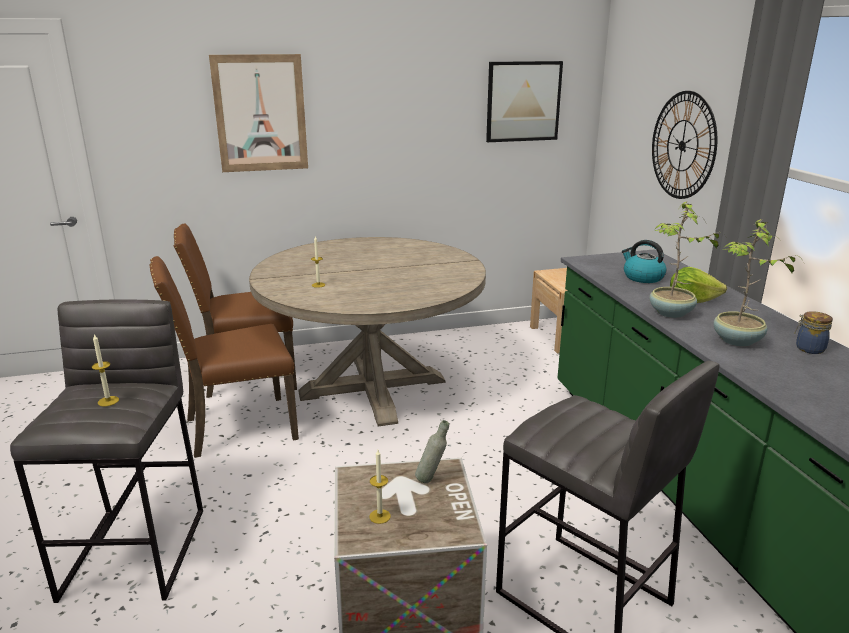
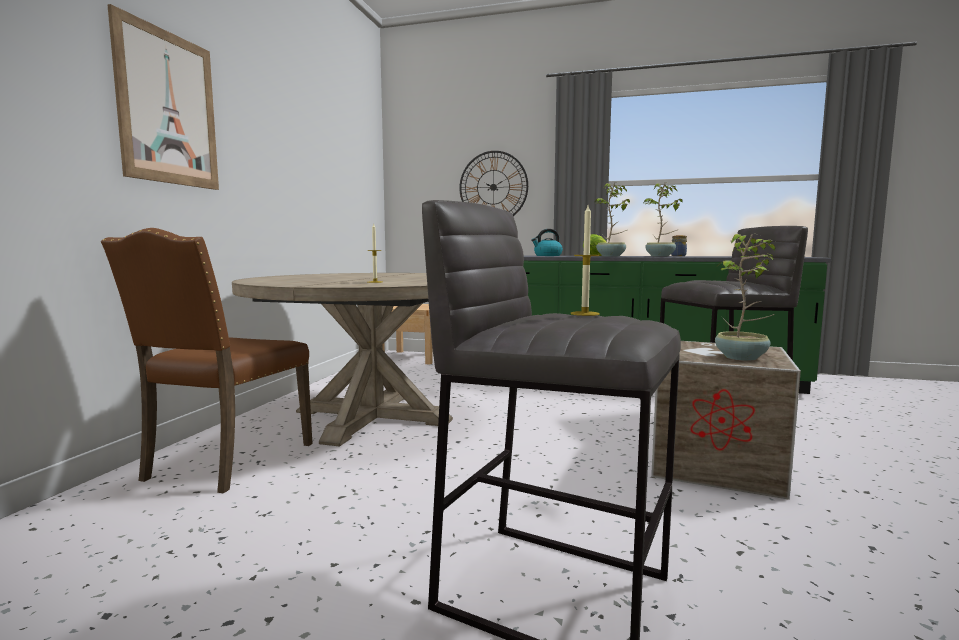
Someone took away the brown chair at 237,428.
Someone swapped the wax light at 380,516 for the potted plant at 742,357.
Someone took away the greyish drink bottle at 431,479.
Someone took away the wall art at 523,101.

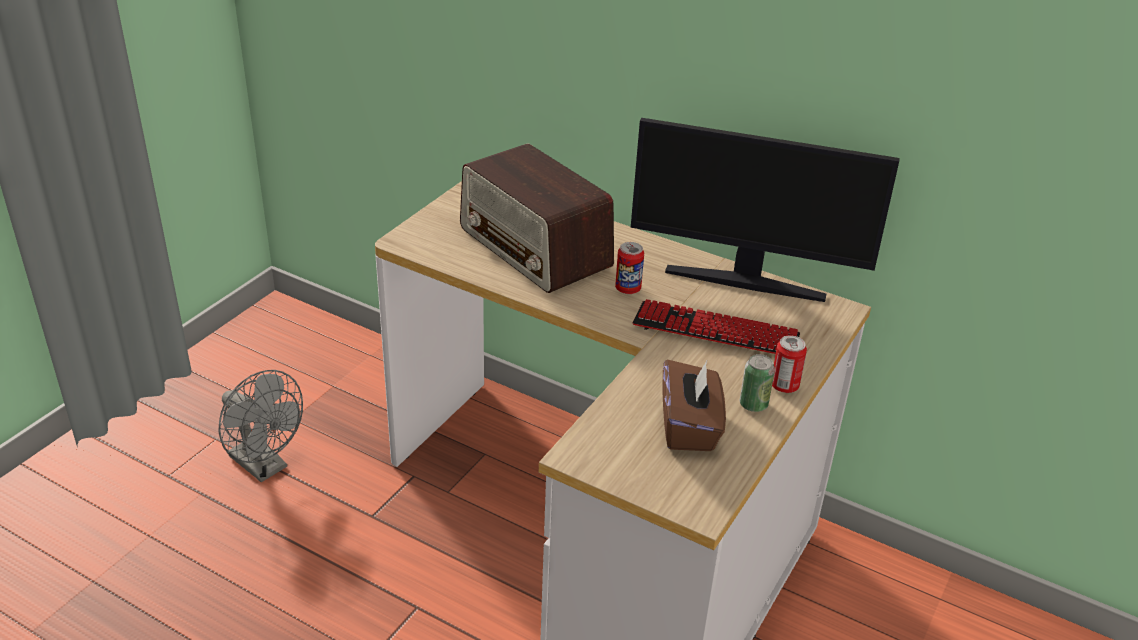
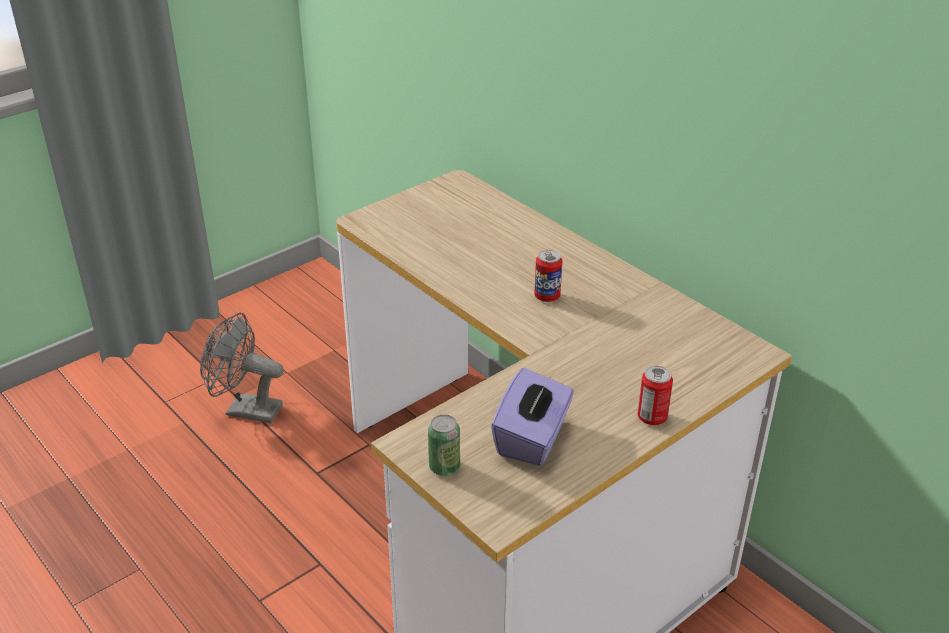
Someone rotated the greyish fan at 265,466 by 135 degrees clockwise.
Someone took away the radio set at 535,248.
Someone took away the computer display at 745,281.
Someone took away the keyboard at 715,331.
Someone repainted the brown box of tissues at 689,427, which became the purplish box of tissues at 532,439.
Someone carried the can from 753,404 to 444,467.

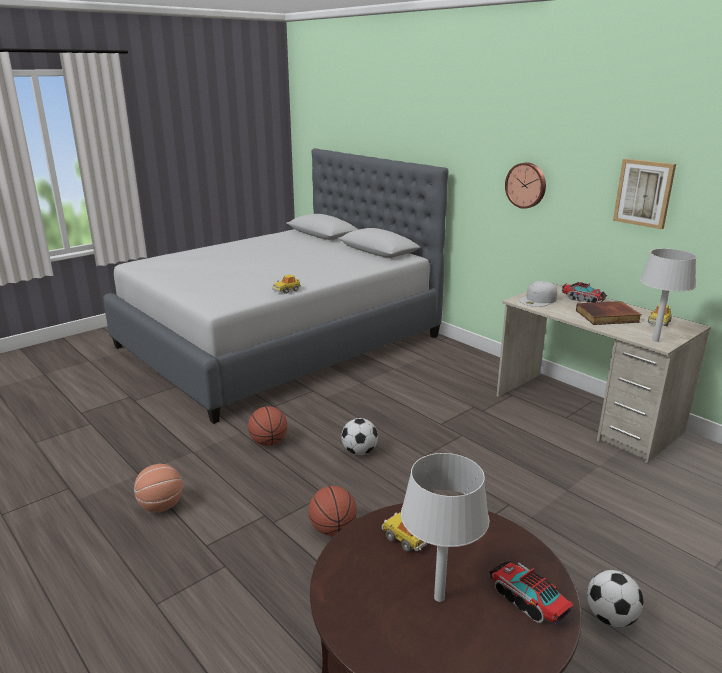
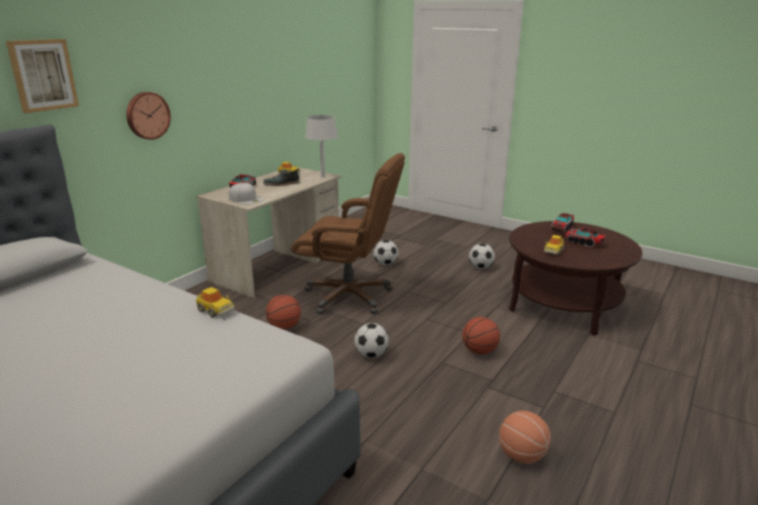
Someone carried the basketball from 268,442 to 284,327.
Someone swapped the greyish lamp for a table at 439,597 for the toy lorry at 582,242.
Someone swapped the book at 607,316 for the item of footwear at 281,183.
Someone carried the wall art from 644,193 to 43,75.
Someone put down the brown desk chair at 349,296.
Someone put down the football at 385,264.

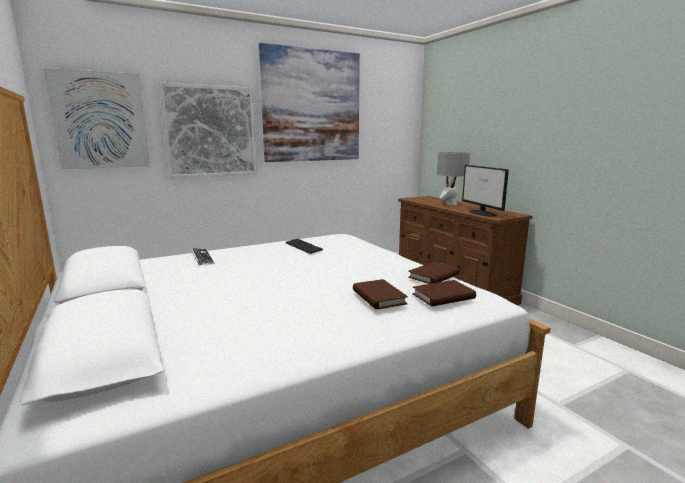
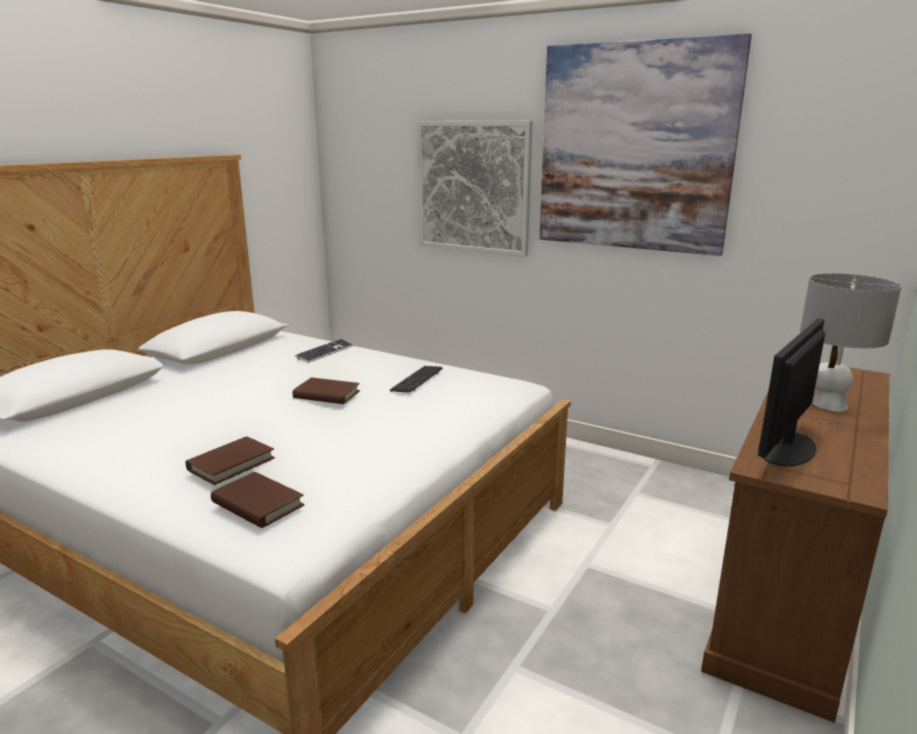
Someone took away the wall art at 100,120.
Someone carried the brown book from 433,276 to 326,395.

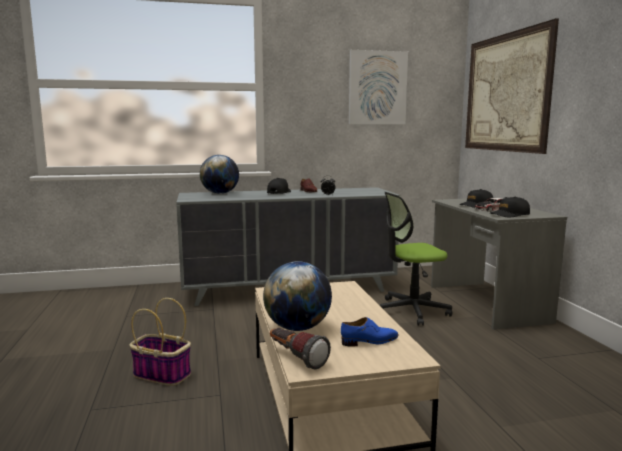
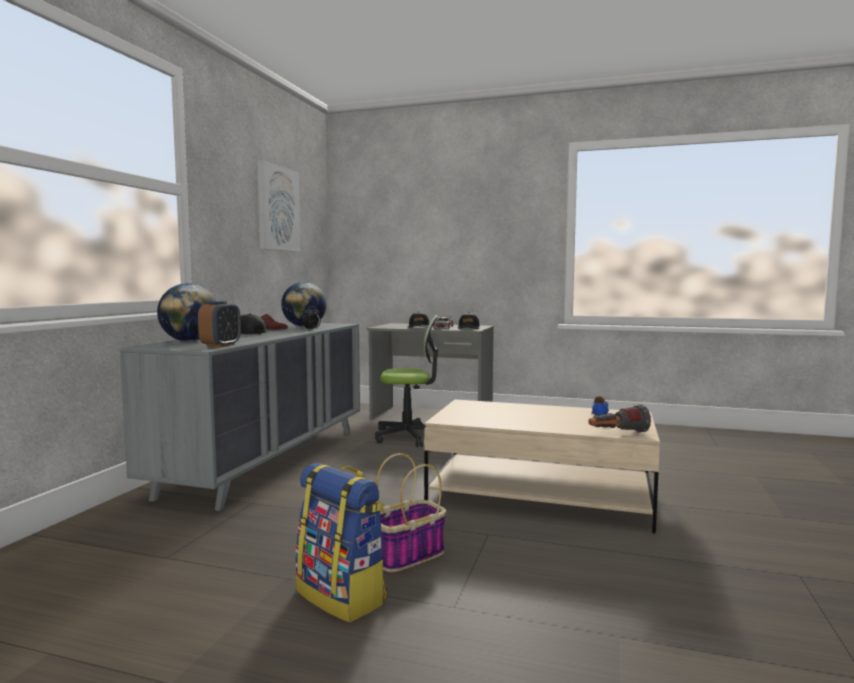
Someone carried the desk globe from 297,328 to 304,326.
Someone rotated the desk chair at 411,310 by 105 degrees counterclockwise.
Someone took away the wall art at 506,93.
Someone put down the alarm clock at 221,345.
Someone put down the knapsack at 342,596.

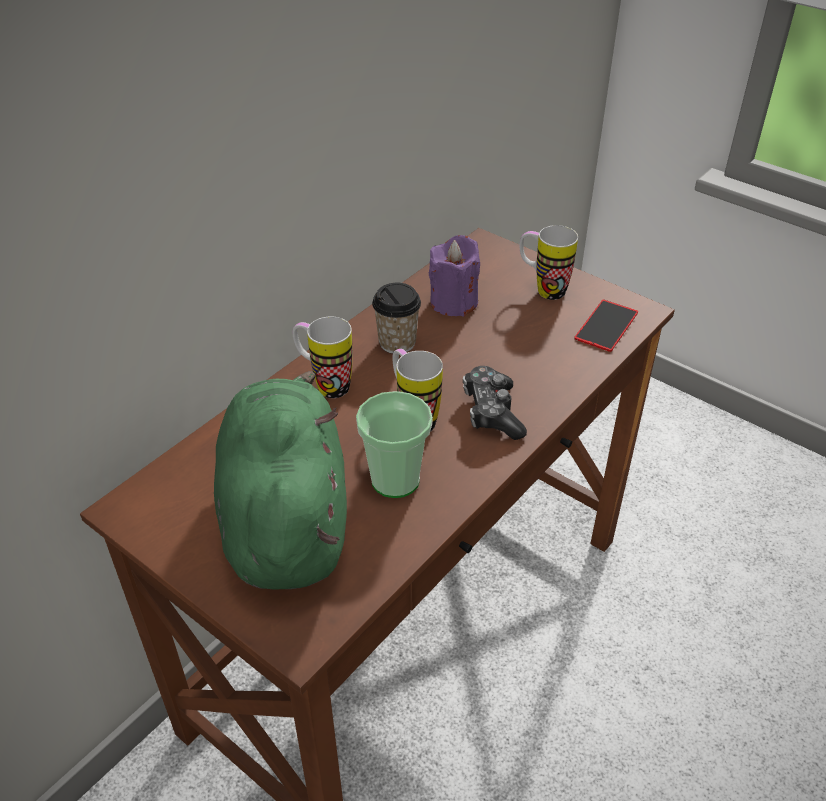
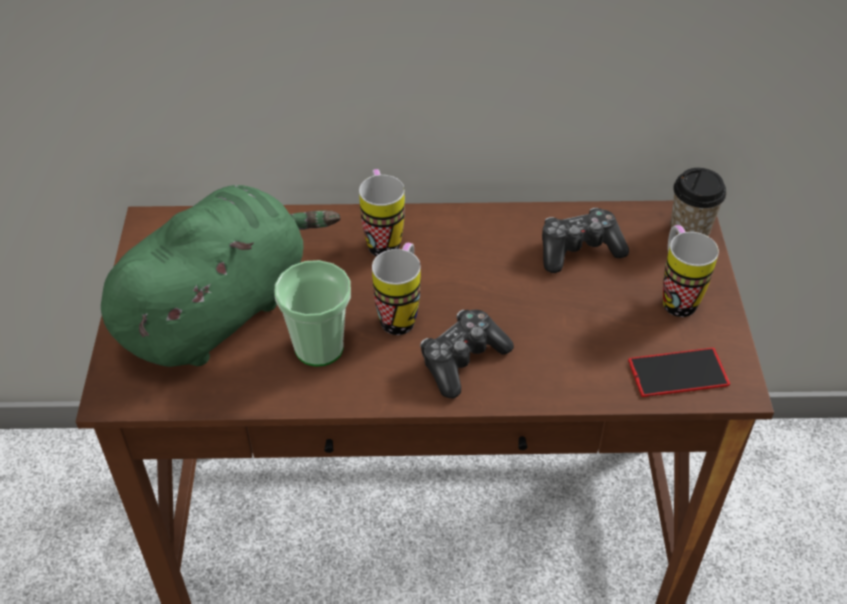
Someone carried the small cup from 397,343 to 689,230.
Someone swapped the purplish wax light at 454,302 for the joypad at 579,249.

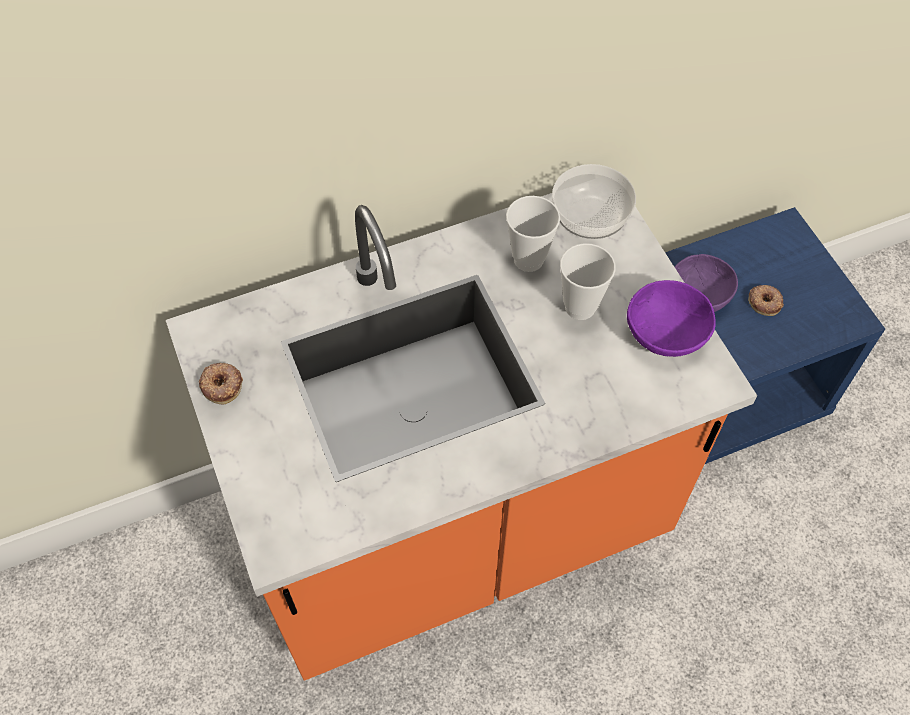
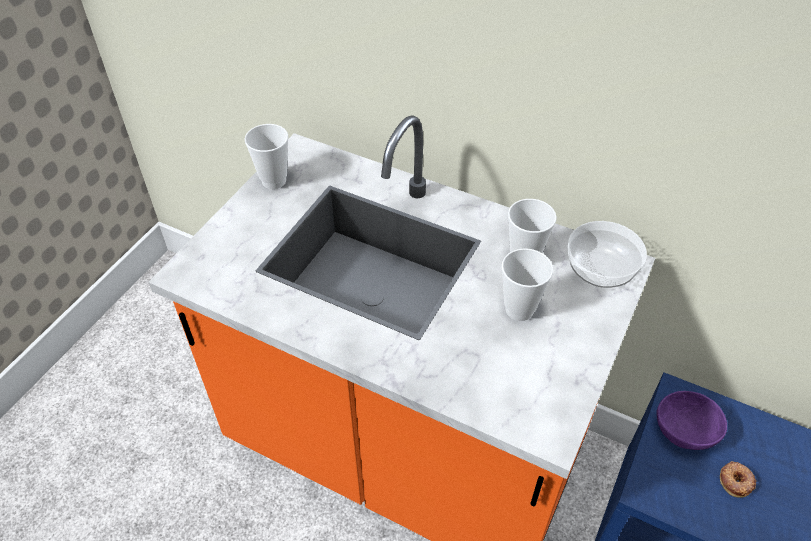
Someone swapped the doughnut at 222,385 for the small cup at 274,181.
Someone took away the purplish serving bowl at 665,335.

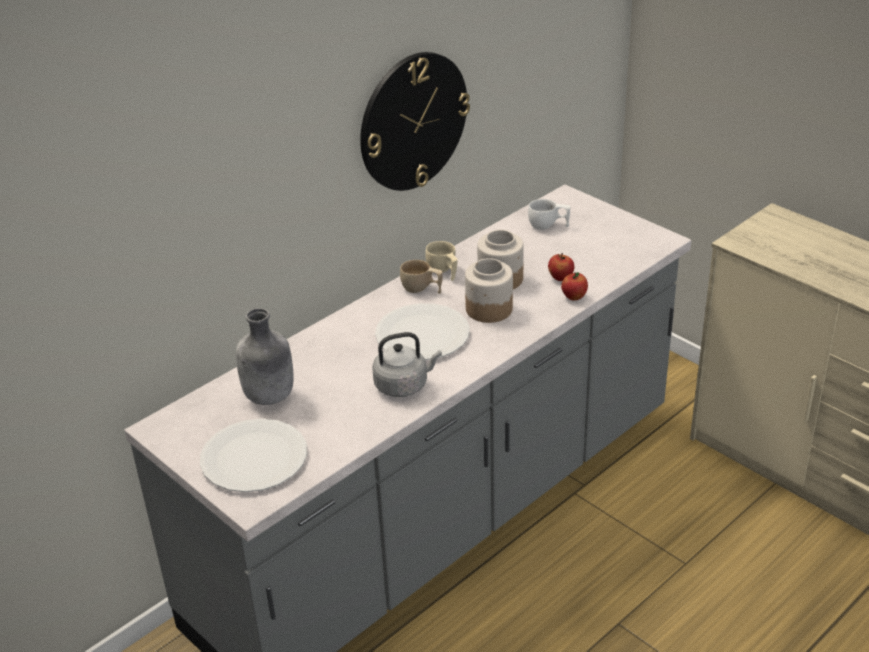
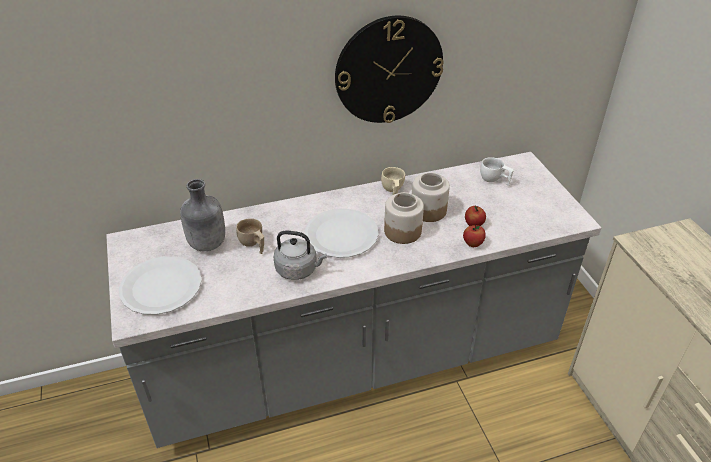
Someone carried the beige-coloured small cup from 422,289 to 253,245.

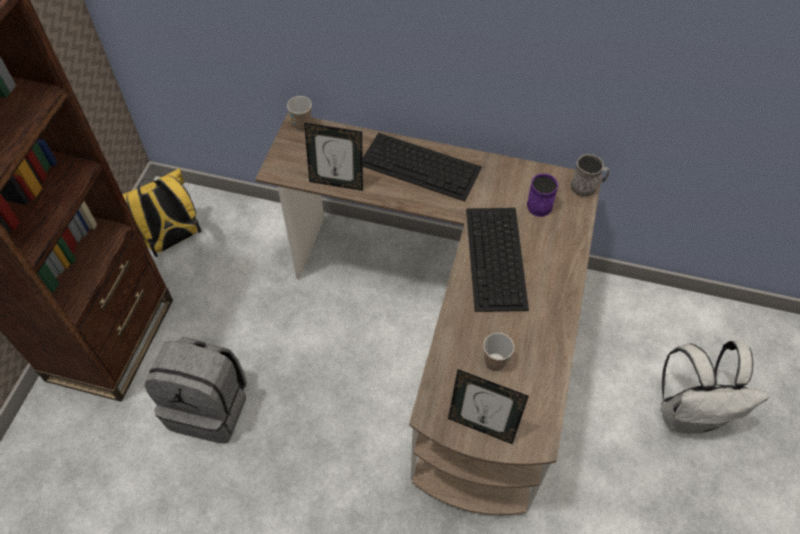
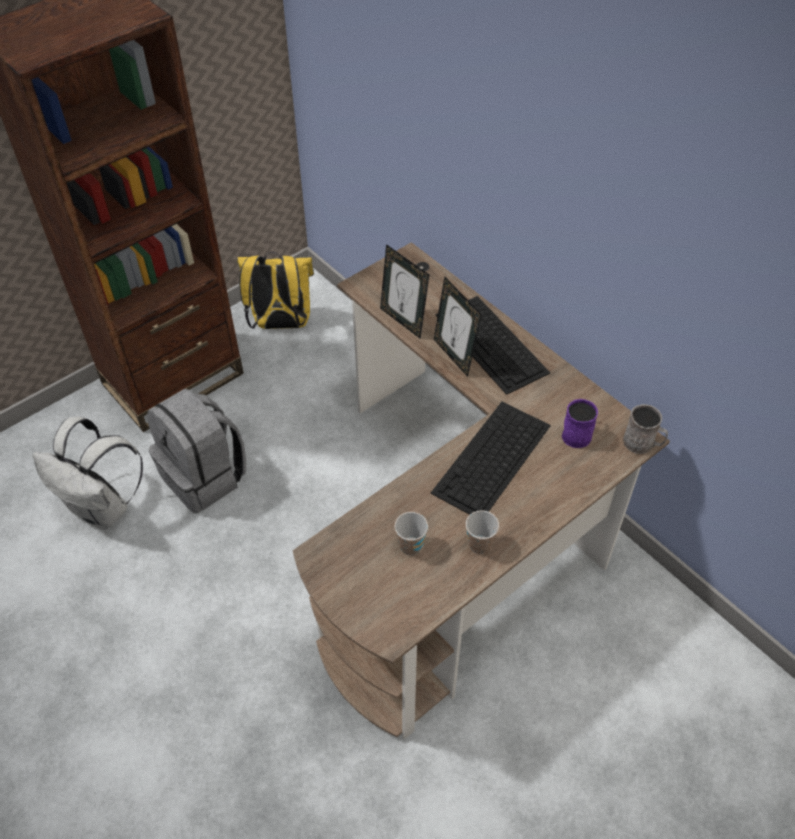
Someone carried the small cup from 302,125 to 479,544.
Someone carried the standing frame from 481,426 to 454,355.
Someone carried the whitish knapsack from 690,414 to 103,508.

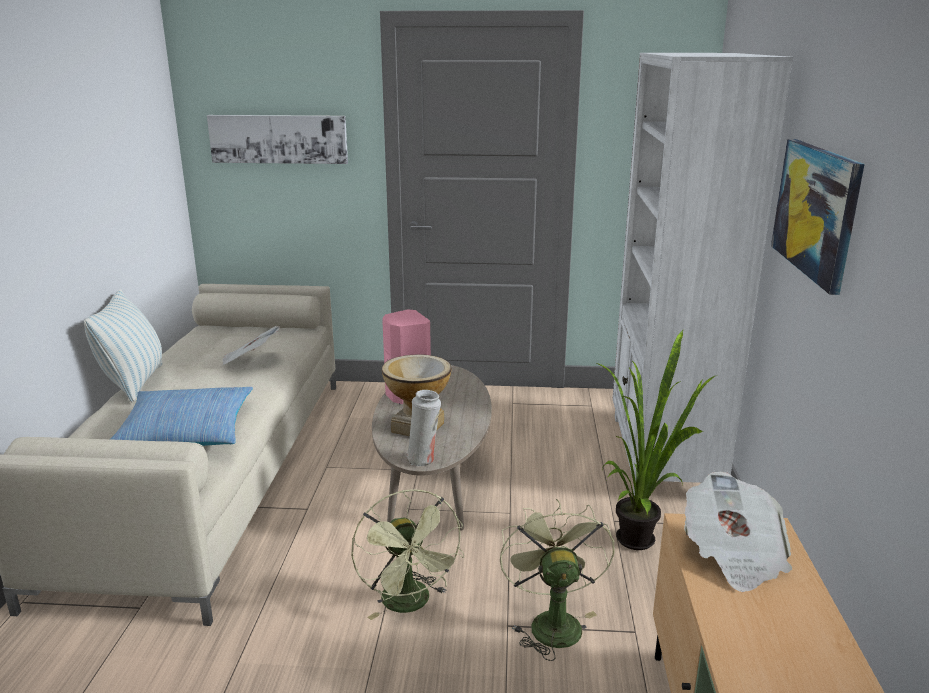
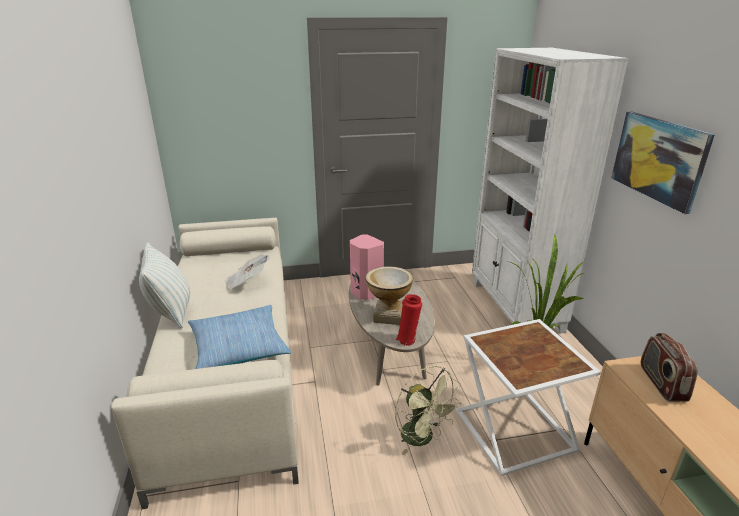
Someone took away the wall art at 278,139.
Someone repainted the whitish decorative vase at 423,459, which became the red-coloured decorative vase at 408,340.
Someone swapped the greenish fan at 551,621 for the whitish end table at 514,432.
Someone swapped the newspaper at 733,555 for the radio set at 661,383.

